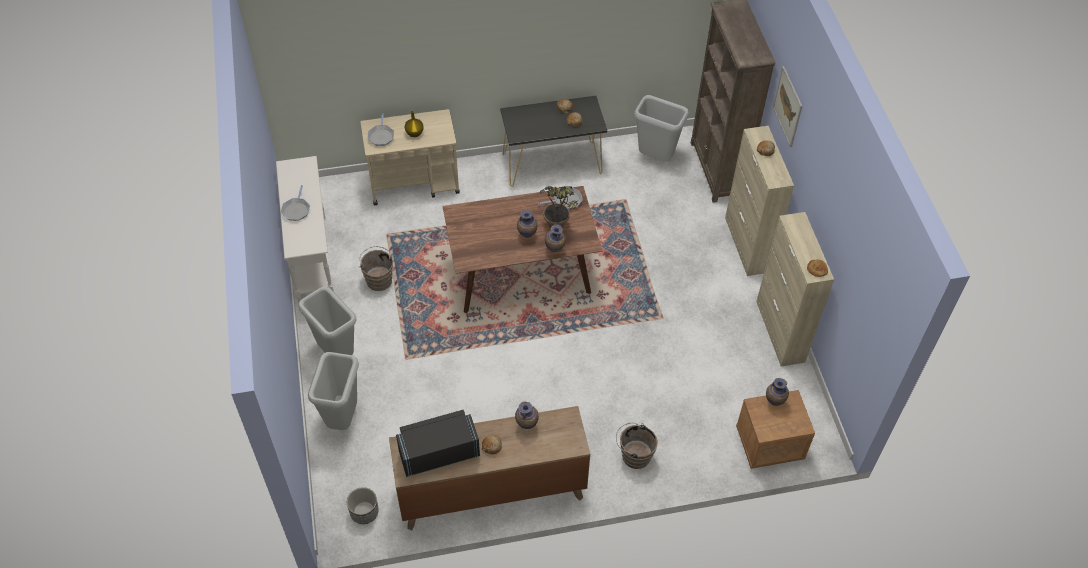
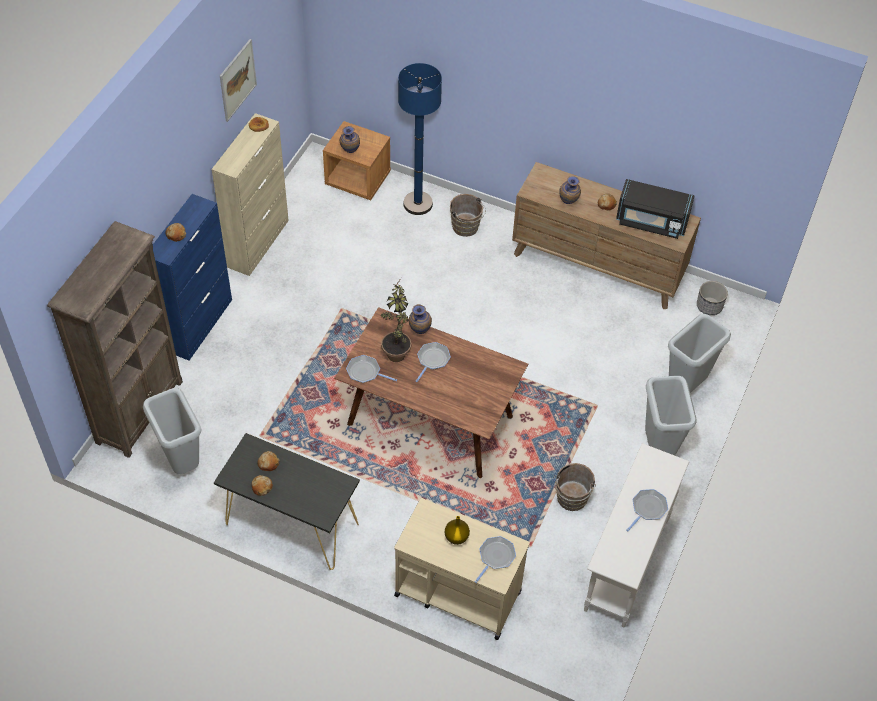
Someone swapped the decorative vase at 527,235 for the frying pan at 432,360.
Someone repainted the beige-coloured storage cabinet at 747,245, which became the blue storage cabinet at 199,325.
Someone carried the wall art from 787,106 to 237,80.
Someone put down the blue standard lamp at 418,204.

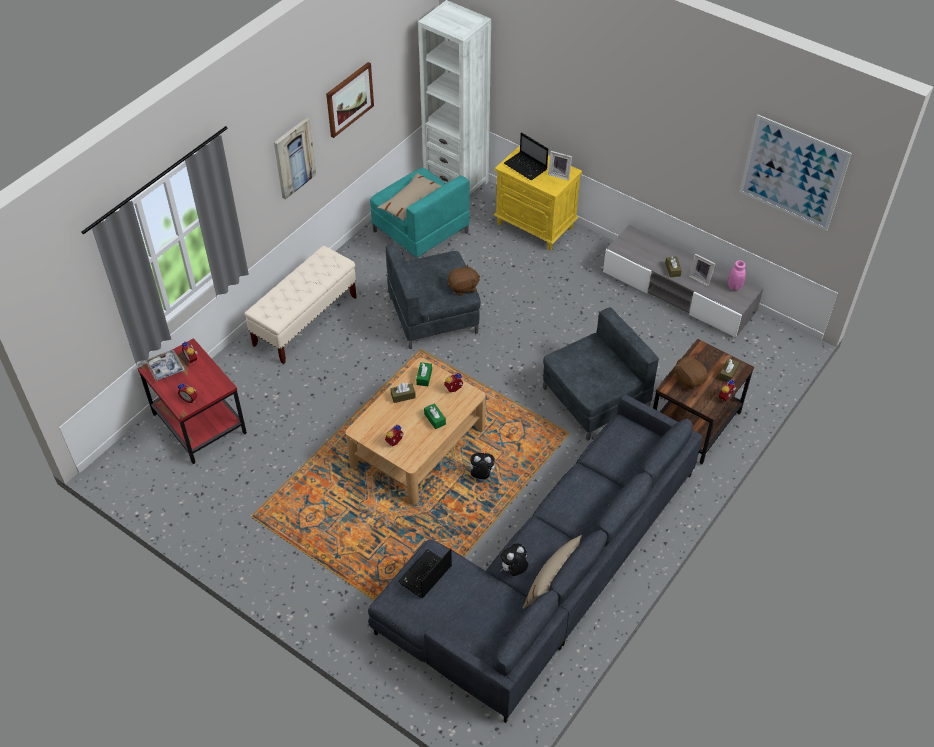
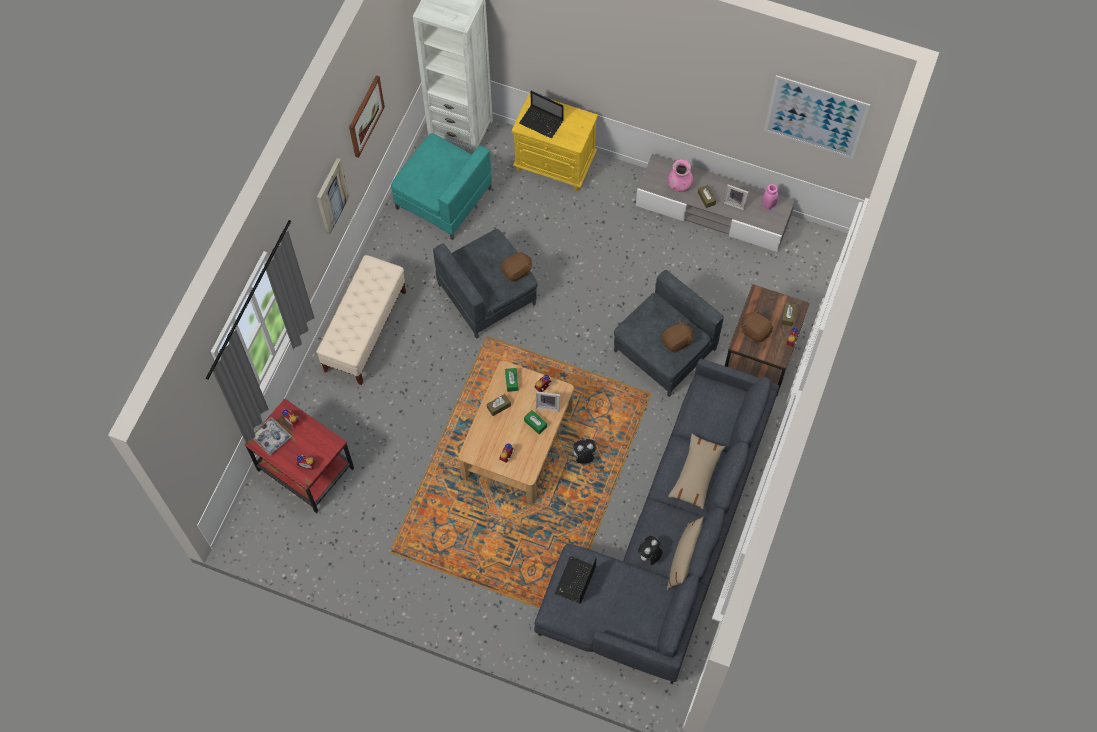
Someone carried the beige-coloured pillow from 410,202 to 696,474.
Someone carried the standing frame from 559,174 to 548,405.
Someone put down the brown plush toy at 677,341.
Someone put down the pinkish decorative vase at 679,185.

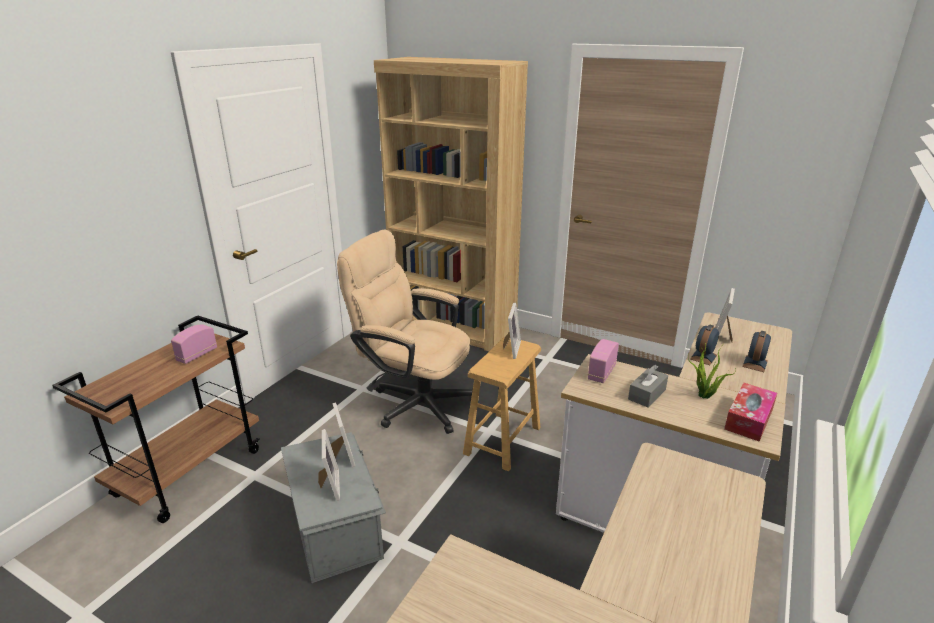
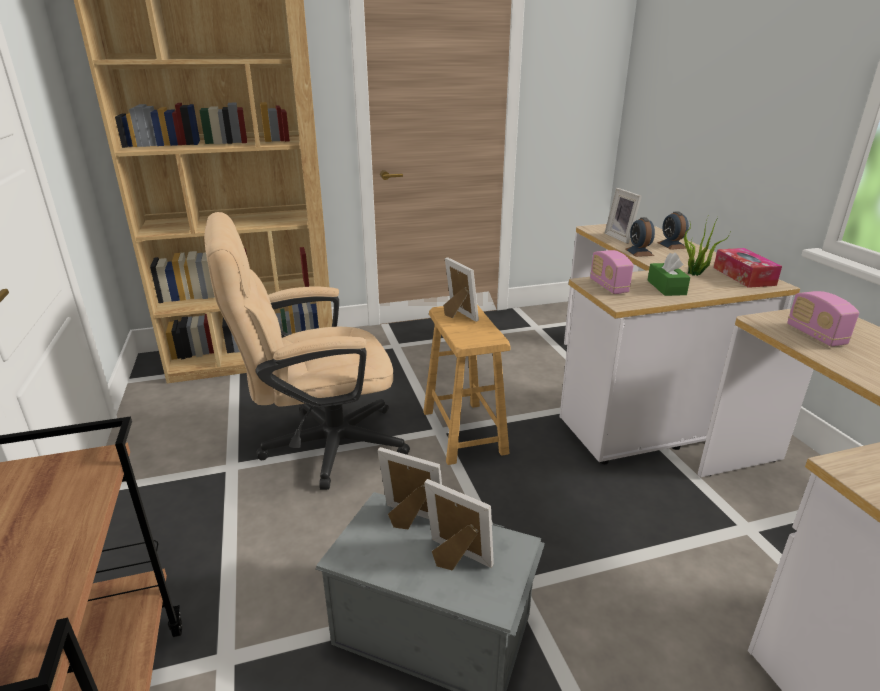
Someone carried the radio set from 197,355 to 815,335.
Someone repainted the greyish box of tissues at 647,394, which became the greenish box of tissues at 666,287.

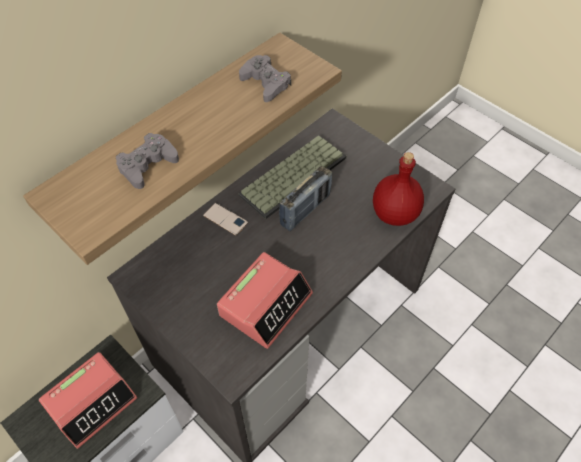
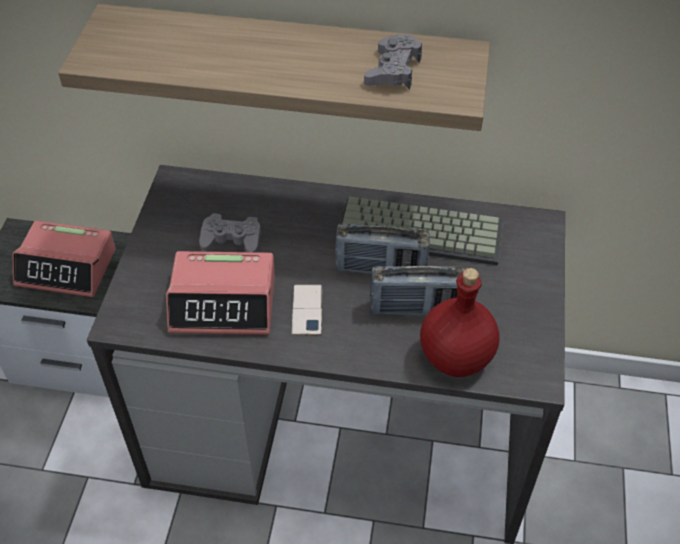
Someone carried the greyish joypad from 147,165 to 232,241.
Someone carried the handset from 225,219 to 307,310.
Someone put down the radio set at 416,308.

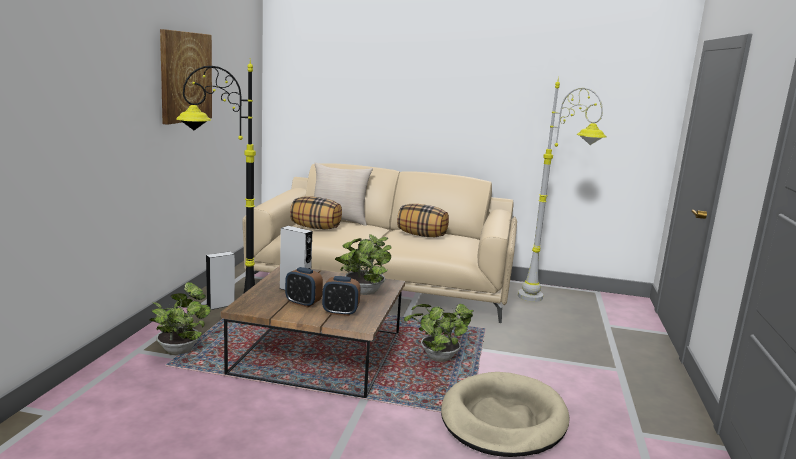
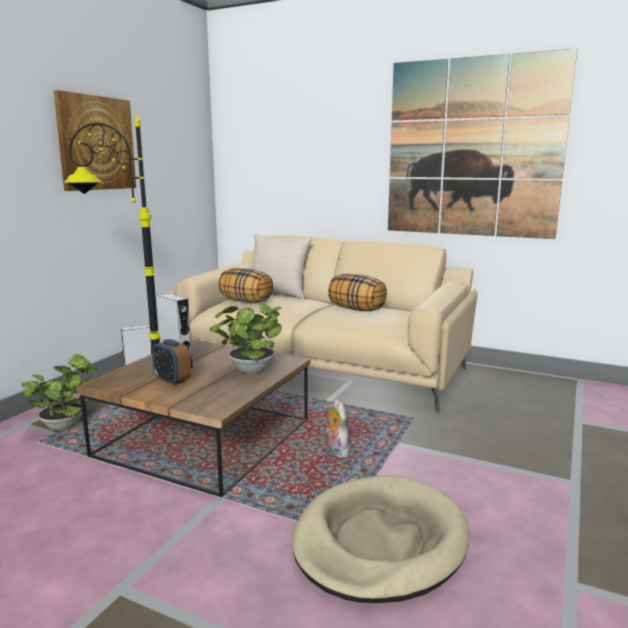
Someone took away the alarm clock at 340,312.
Someone swapped the potted plant at 436,358 for the plush toy at 336,451.
Someone took away the greyish standard lamp at 548,303.
Someone put up the wall art at 473,149.

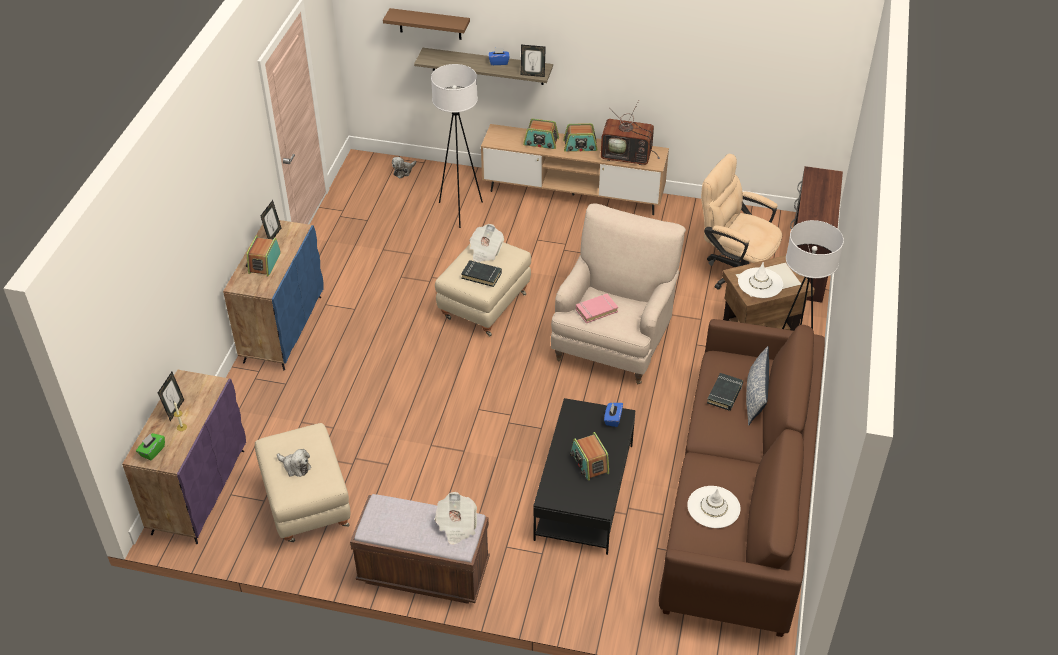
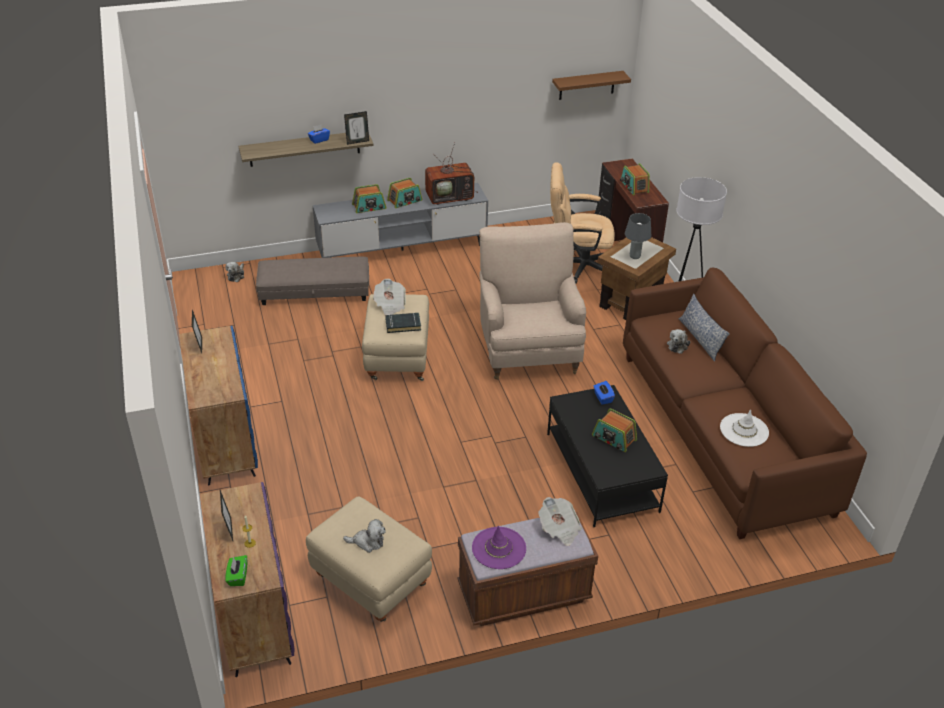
Someone carried the radio set from 264,263 to 634,187.
Someone carried the brown wall shelf from 430,24 to 587,85.
Someone swapped the whitish standard lamp at 460,211 for the greyish footrest at 314,291.
Someone repainted the brown tv stand at 573,195, which became the greyish tv stand at 402,250.
Someone took away the pinkish book at 596,310.
Someone swapped the blackish book at 725,394 for the plush toy at 678,345.
Someone swapped the whitish wearable hat at 760,283 for the greyish lamp for a table at 634,257.
Someone put down the purplish wearable hat at 499,548.

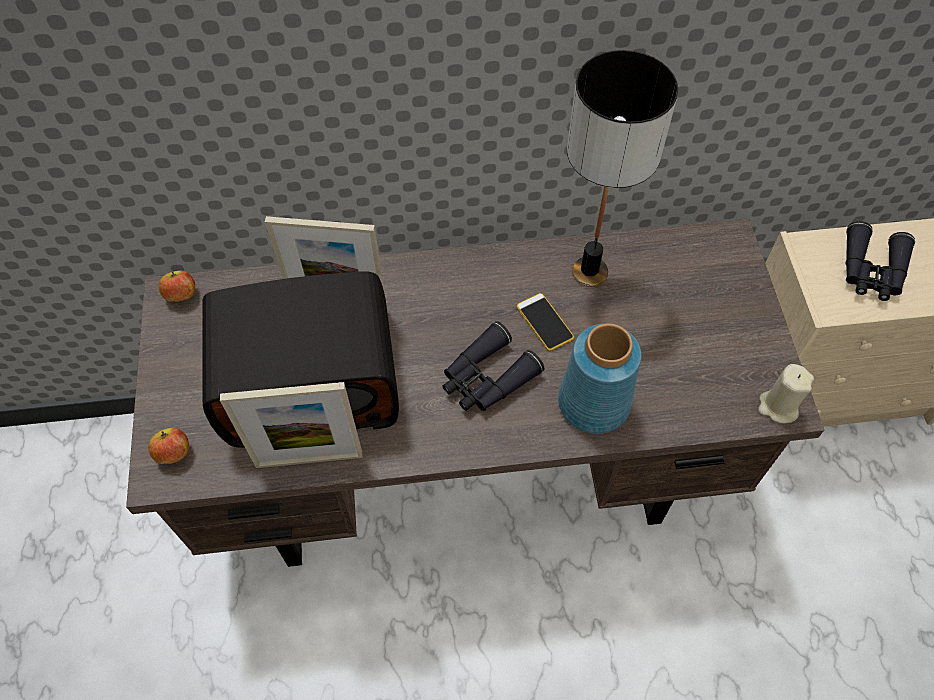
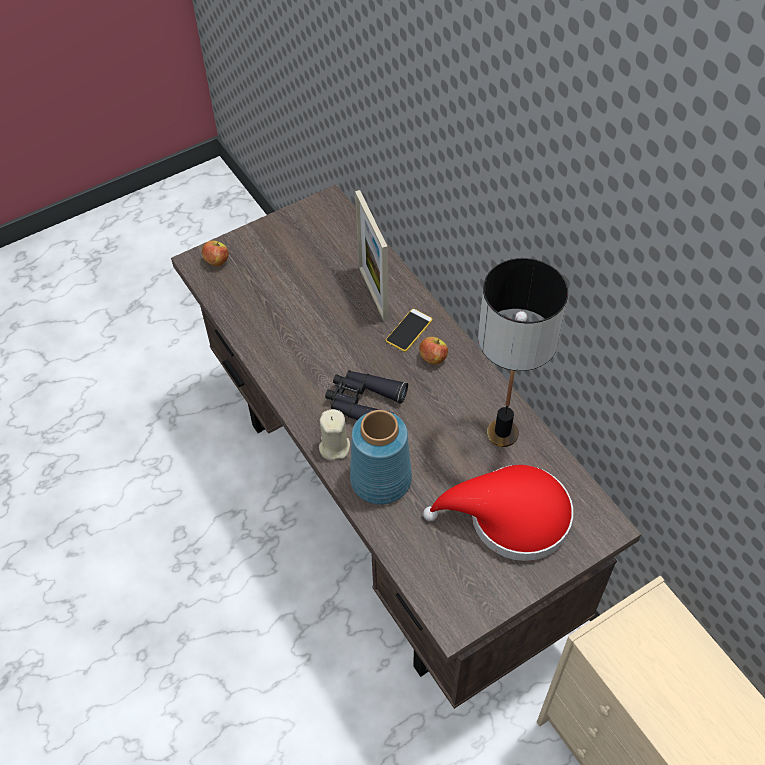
Someone carried the apple from 181,295 to 432,358.
Someone took away the radio set at 312,383.
Someone took away the standing frame at 309,459.
Someone carried the handset from 544,322 to 409,330.
Someone carried the beige-coloured wax light from 778,406 to 334,446.
Someone took away the blackish pair of binoculars at 871,271.
Someone put down the red-coloured wearable hat at 510,518.

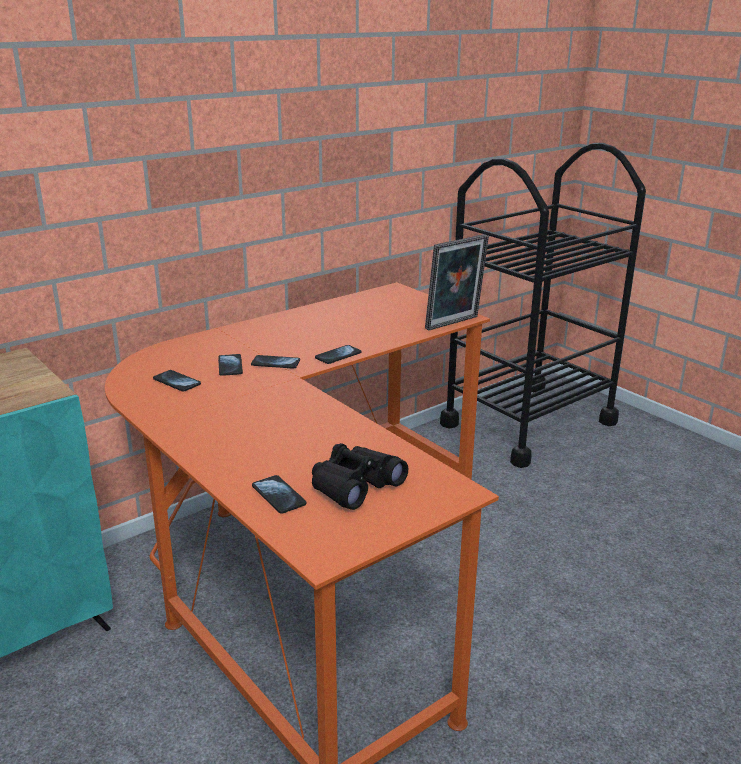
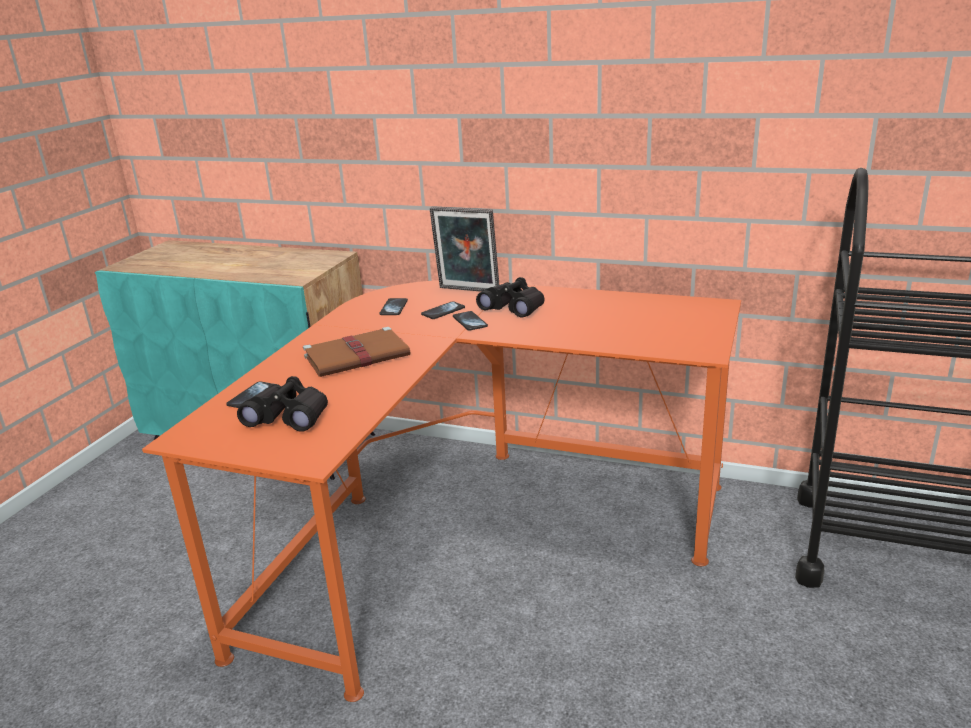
Someone took away the handset at 338,356.
Someone carried the standing frame from 454,324 to 467,291.
Someone put down the brown book at 358,356.
Someone put down the blackish pair of binoculars at 514,307.

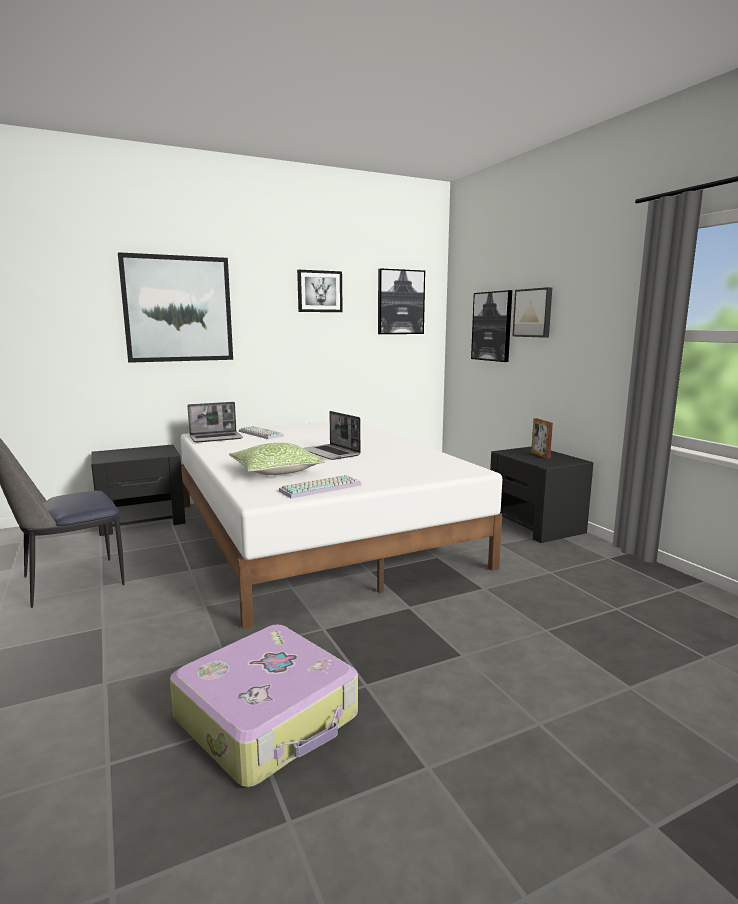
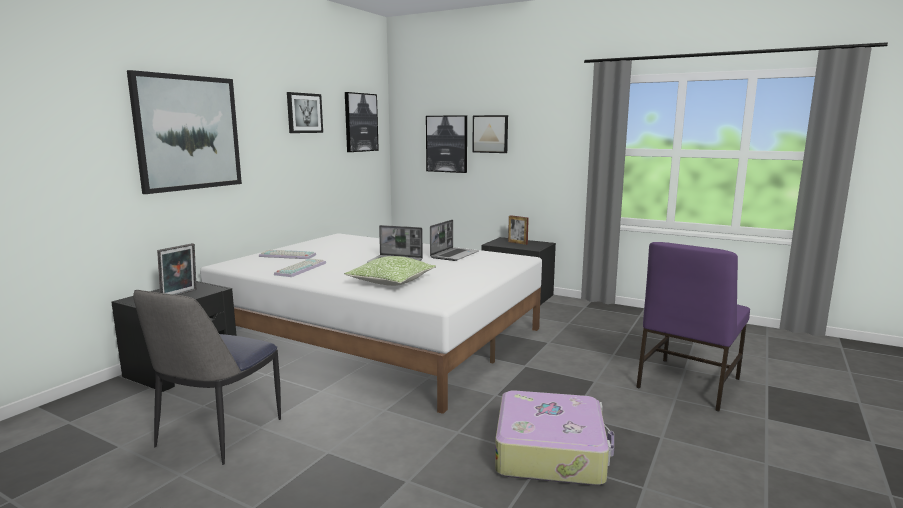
Someone carried the portable computer from 216,438 to 454,255.
Someone carried the keyboard from 321,487 to 300,268.
Someone put down the standing frame at 180,294.
Someone put down the purplish chair at 687,383.

